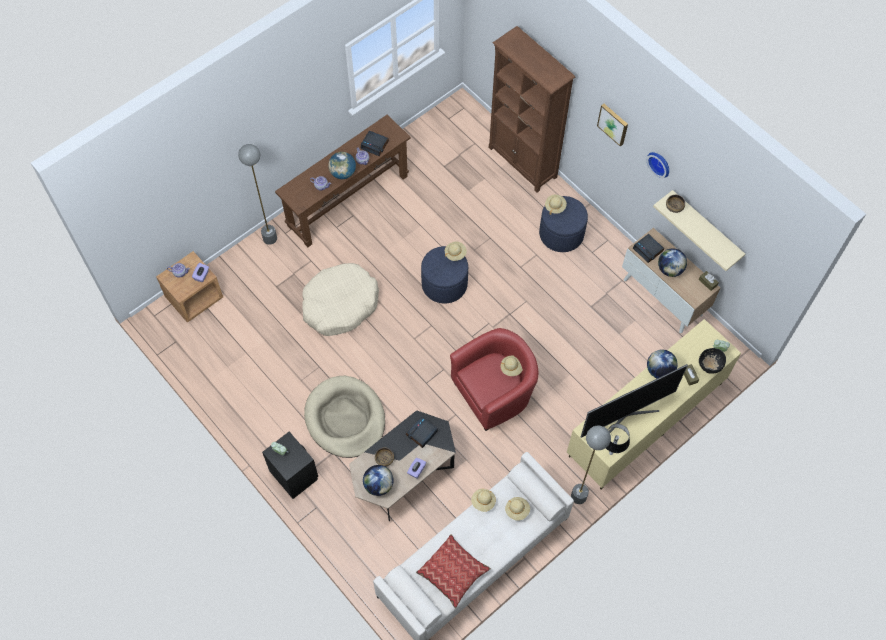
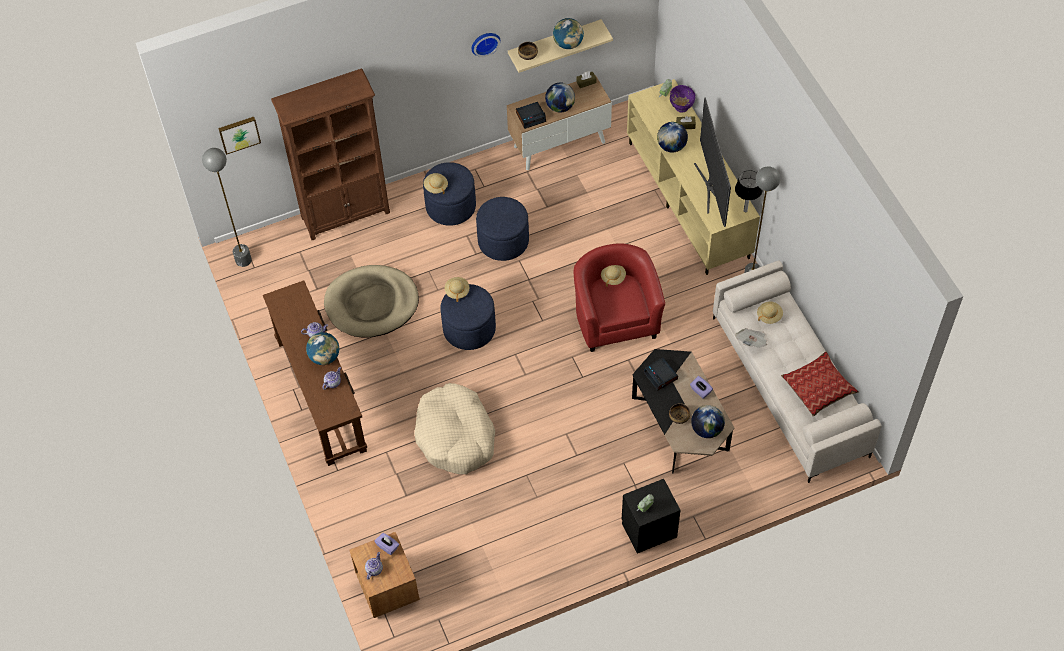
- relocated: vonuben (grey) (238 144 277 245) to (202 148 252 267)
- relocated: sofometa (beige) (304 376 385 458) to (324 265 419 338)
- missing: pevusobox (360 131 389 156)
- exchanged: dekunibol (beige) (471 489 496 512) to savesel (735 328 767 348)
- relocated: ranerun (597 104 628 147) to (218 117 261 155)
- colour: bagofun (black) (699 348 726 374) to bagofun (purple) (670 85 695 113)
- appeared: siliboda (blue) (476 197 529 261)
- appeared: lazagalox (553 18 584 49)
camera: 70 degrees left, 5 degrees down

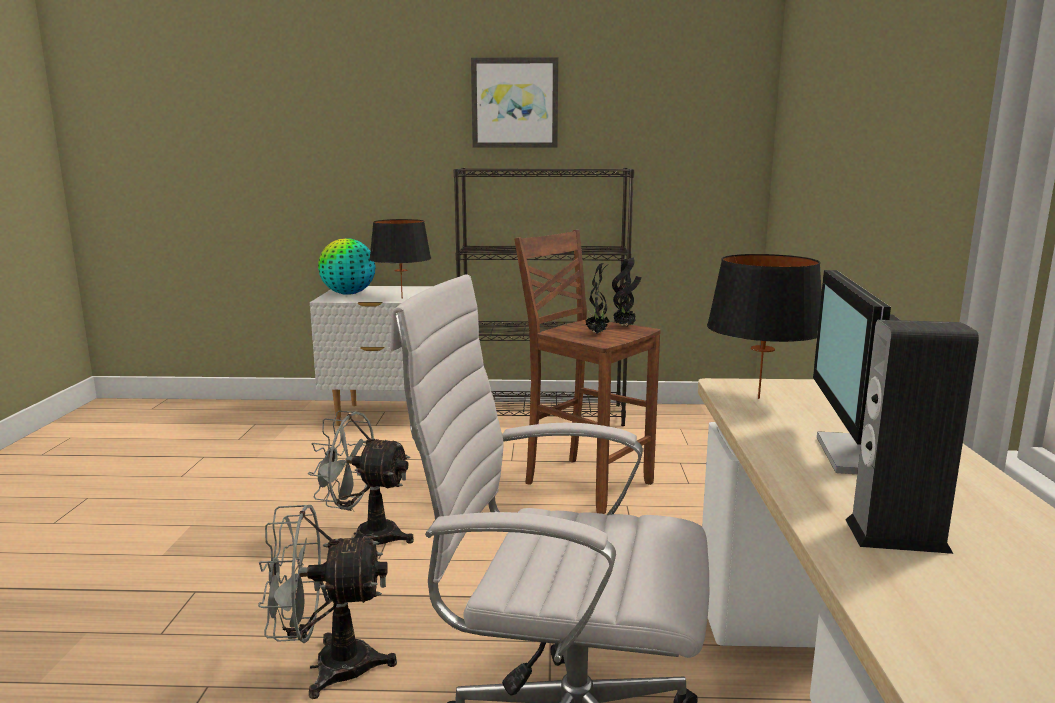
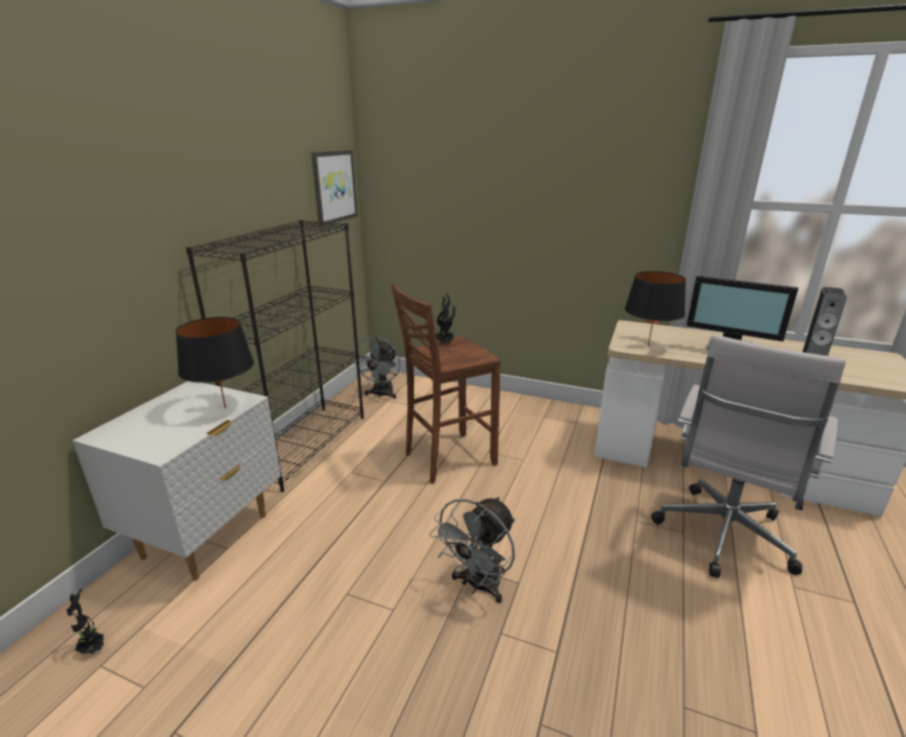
- relocated: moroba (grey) (258 505 397 699) to (350 337 401 399)
- missing: lazagalox (318 238 376 295)
- relocated: ranerun (471 57 558 148) to (311 150 358 226)
- relocated: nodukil (585 263 610 334) to (67 589 107 654)
camera: 70 degrees left, 10 degrees up

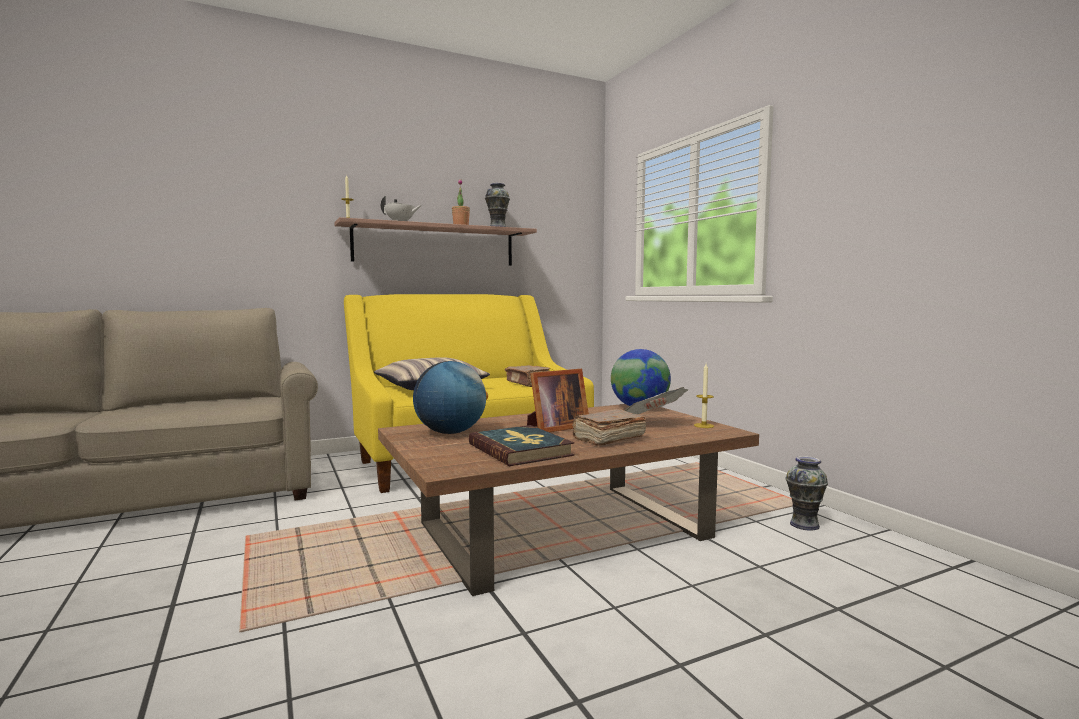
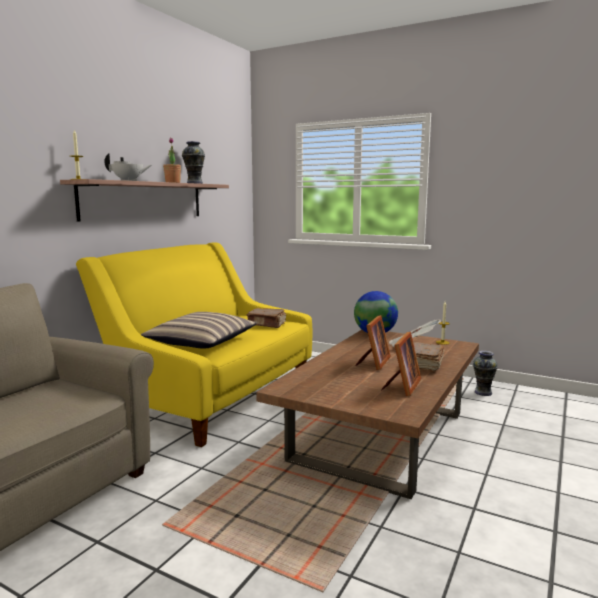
- missing: lazagalox (413 361 488 434)
- exchanged: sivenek (469 425 574 466) to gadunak (381 332 421 396)
camera: 35 degrees left, 5 degrees up

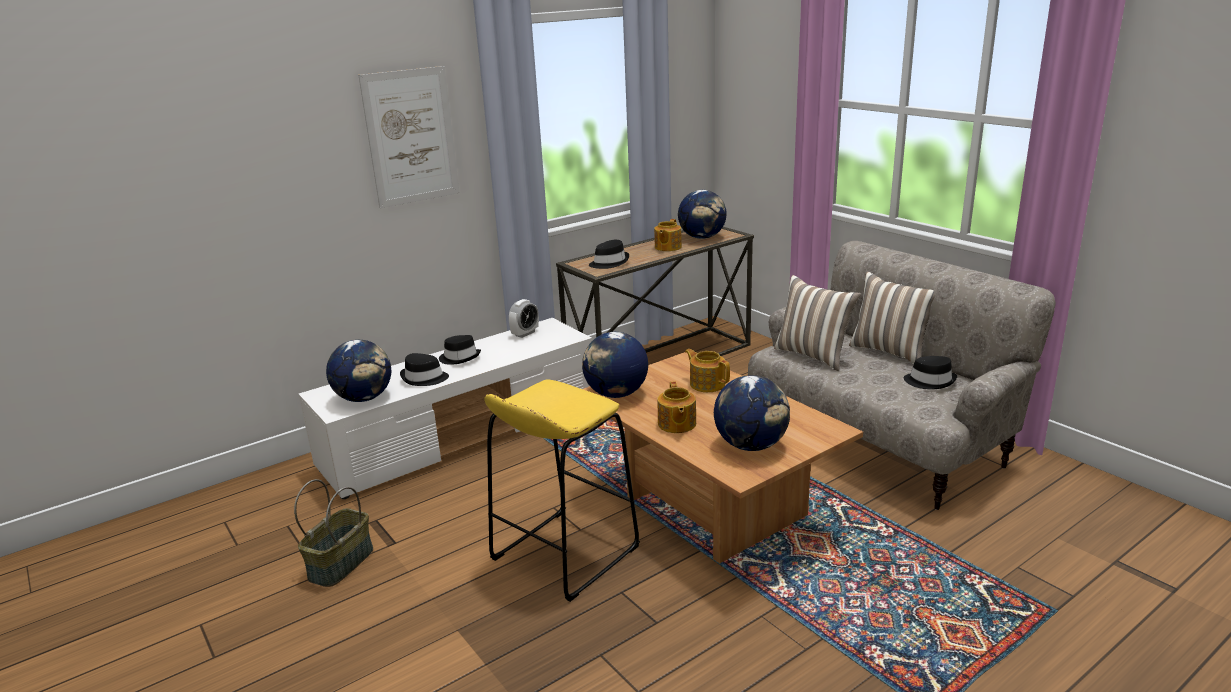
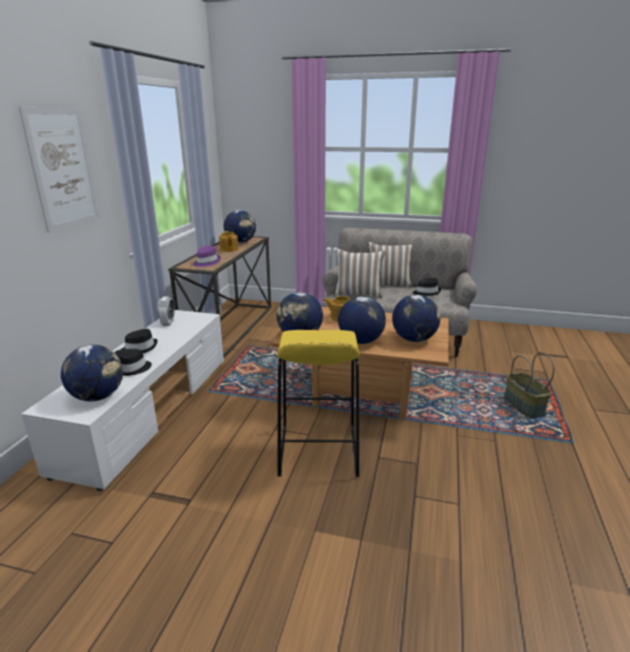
- relocated: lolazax (294 479 373 587) to (504 352 554 418)
- colour: dekunibol (black) (589 240 629 269) to dekunibol (purple) (193 246 221 267)
- exchanged: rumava (657 381 696 433) to lazagalox (338 296 386 344)
camera: 40 degrees left, 0 degrees up

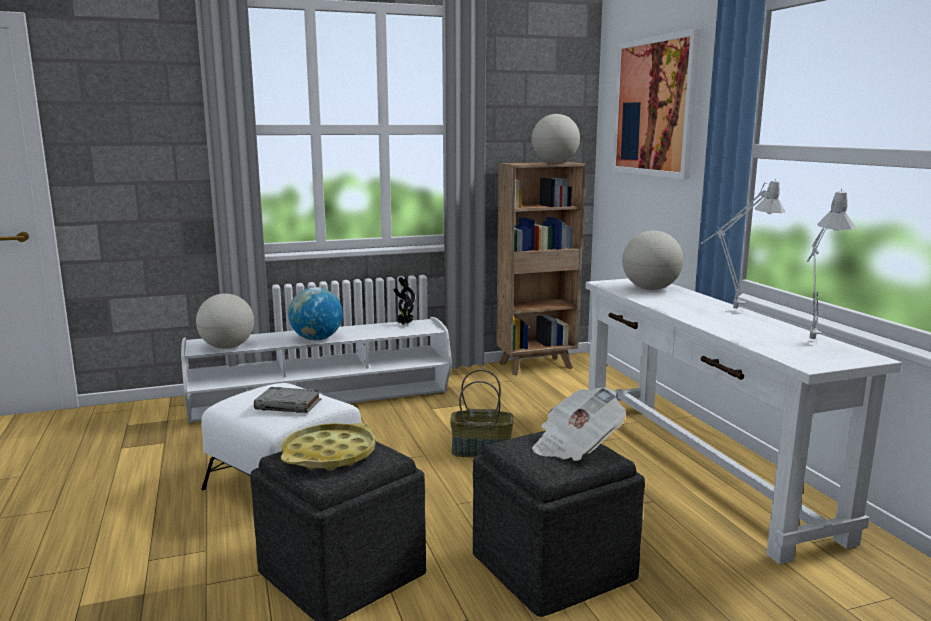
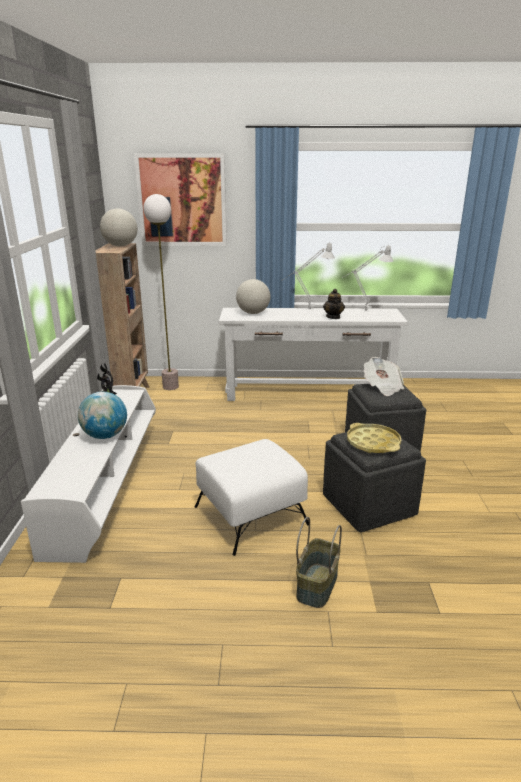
- missing: lazagalox (196 293 254 349)
- missing: sivenek (grey) (254 387 321 413)
- relocated: lolazax (450 369 514 457) to (296 517 342 608)
- appeared: vonuben (143 194 179 390)
- appeared: rumava (323 289 345 319)
camera: 70 degrees left, 10 degrees up

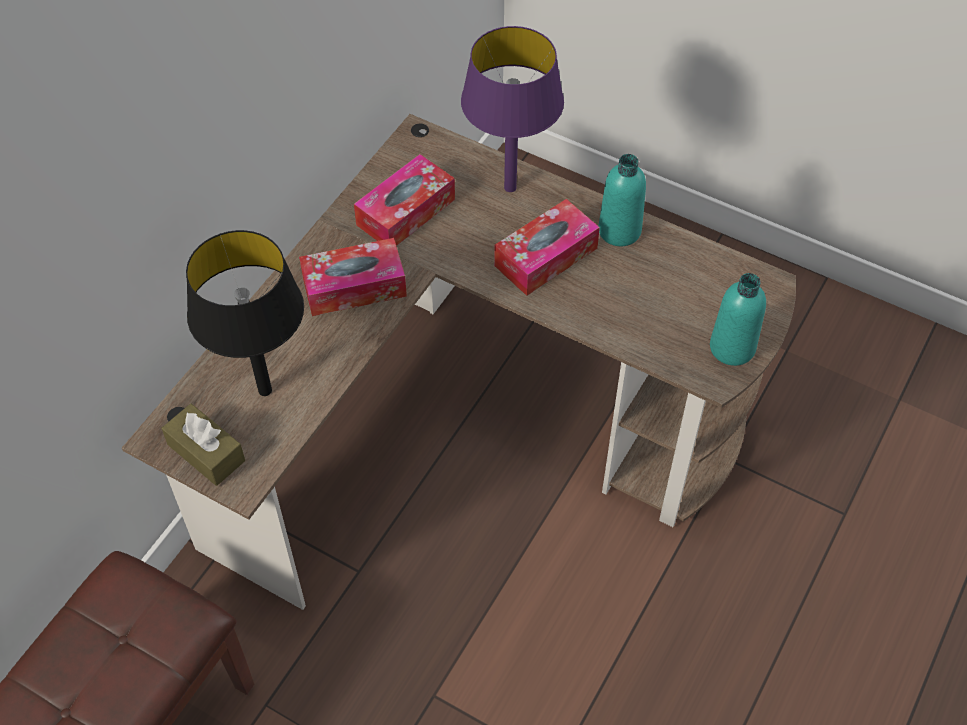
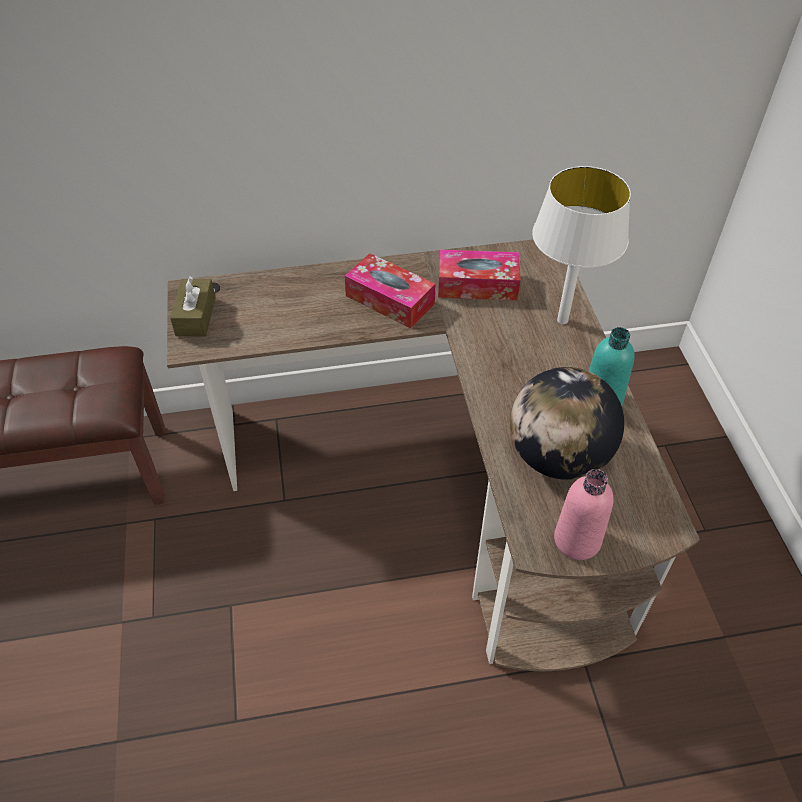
- missing: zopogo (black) (186 230 304 396)
- colour: zopogo (purple) (461 26 564 192) to zopogo (white) (532 166 631 324)
- missing: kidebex (494 199 600 296)
- colour: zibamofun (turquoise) (710 273 766 366) to zibamofun (pink) (554 469 613 560)
- appeared: lazagalox (510 367 624 480)
camera: 50 degrees right, 5 degrees down

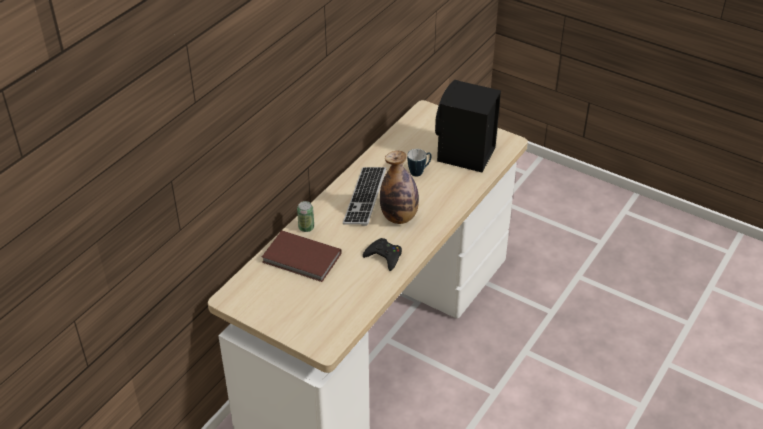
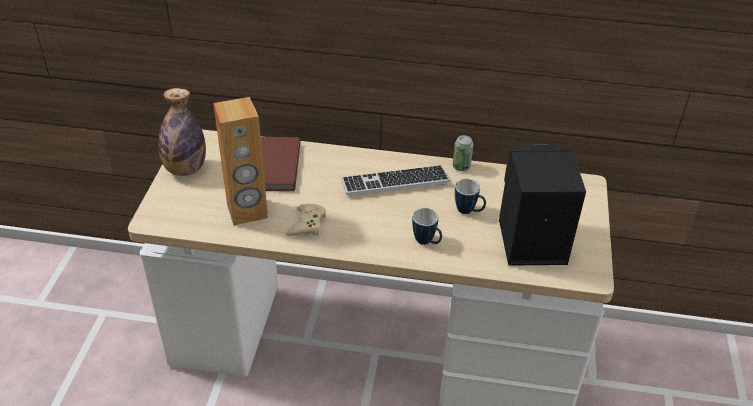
- relocated: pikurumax (297 201 314 232) to (453 135 473 171)
- colour: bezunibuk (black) (363 238 402 271) to bezunibuk (beige) (286 204 326 236)
- relocated: zibamofun (380 151 419 224) to (158 88 206 176)
- appeared: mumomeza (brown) (213 97 268 225)
- appeared: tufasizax (412 208 442 245)
camera: 65 degrees right, 0 degrees up

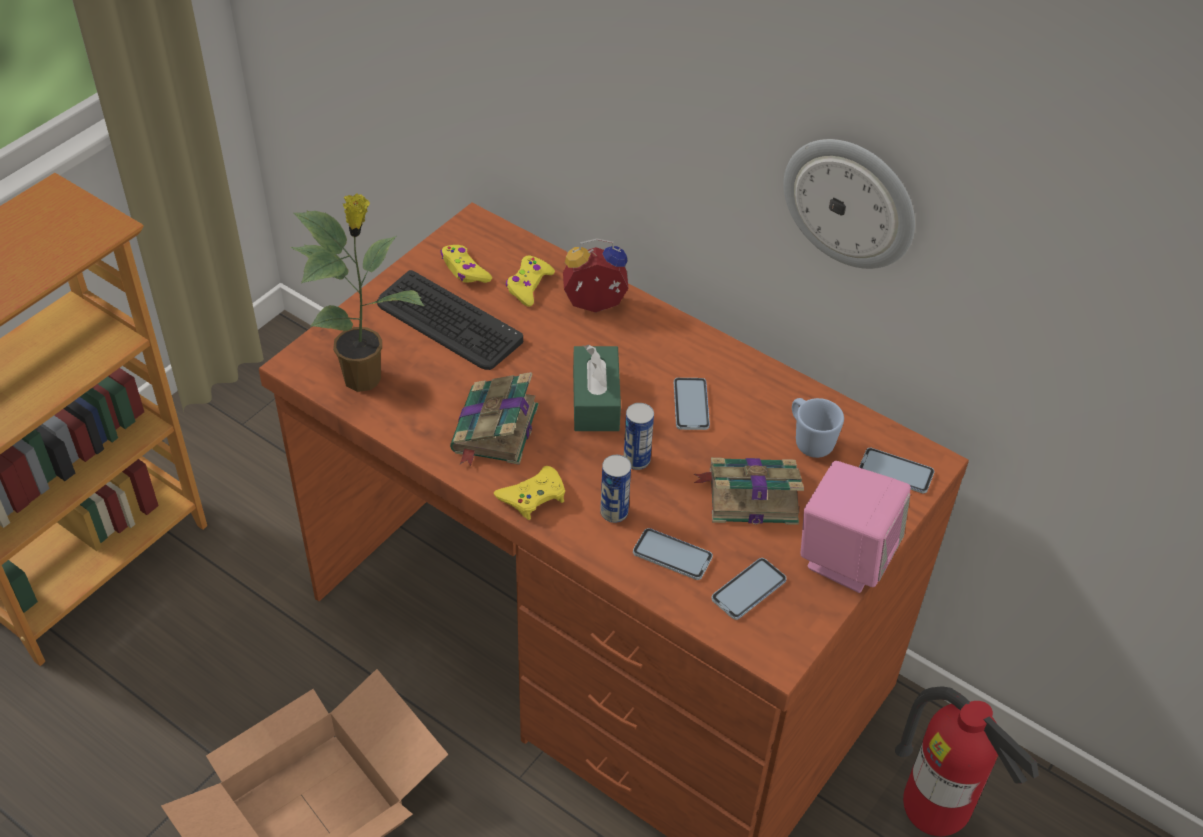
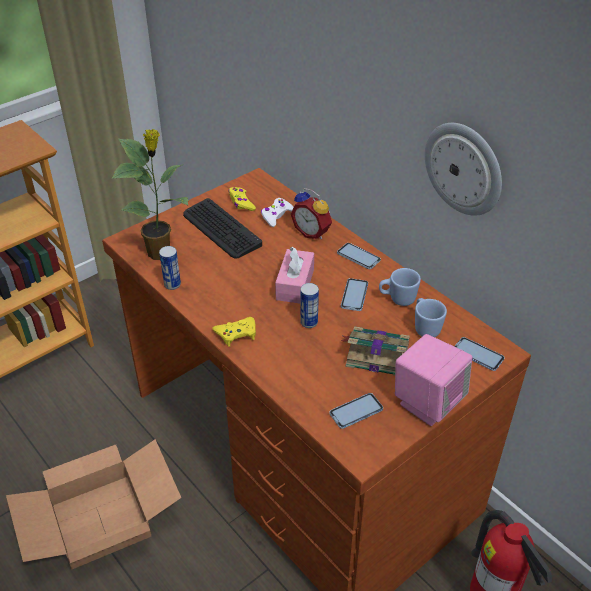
- missing: sivenek (450 372 539 466)
- colour: bezunibuk (yellow) (505 255 555 307) to bezunibuk (white) (261 198 294 227)
- spun: pevusobox (563 239 628 312) = (291 188 332 239) 150 degrees counterclockwise
- colour: kidebex (green) (573 345 621 431) to kidebex (pink) (275 247 314 304)
- relocated: pikurumax (600 455 631 523) to (159 246 181 290)
- relocated: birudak (633 528 713 580) to (337 243 381 269)
- appeared: tufasizax (blue) (379 268 421 306)
camera: 15 degrees right, 5 degrees down

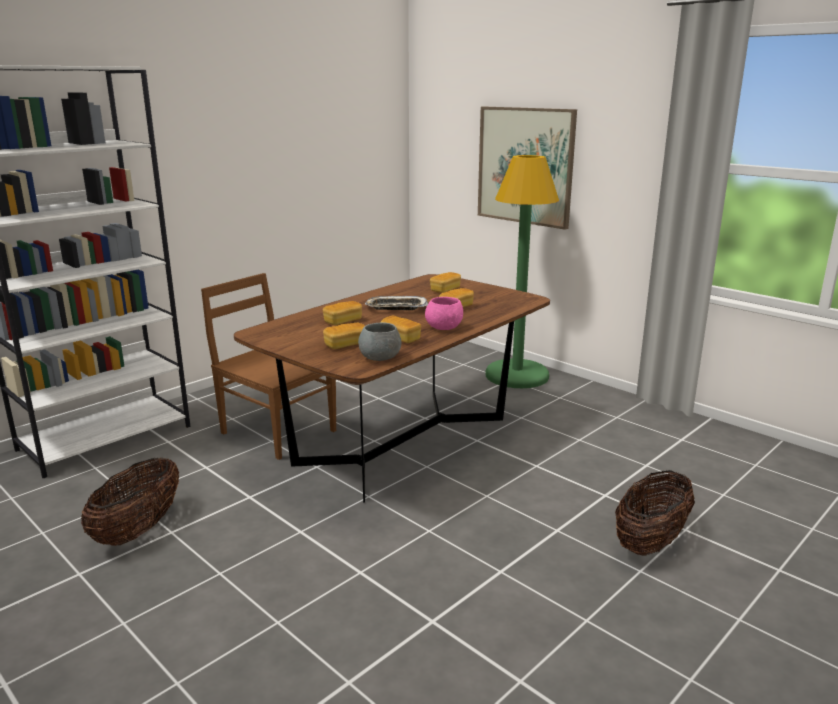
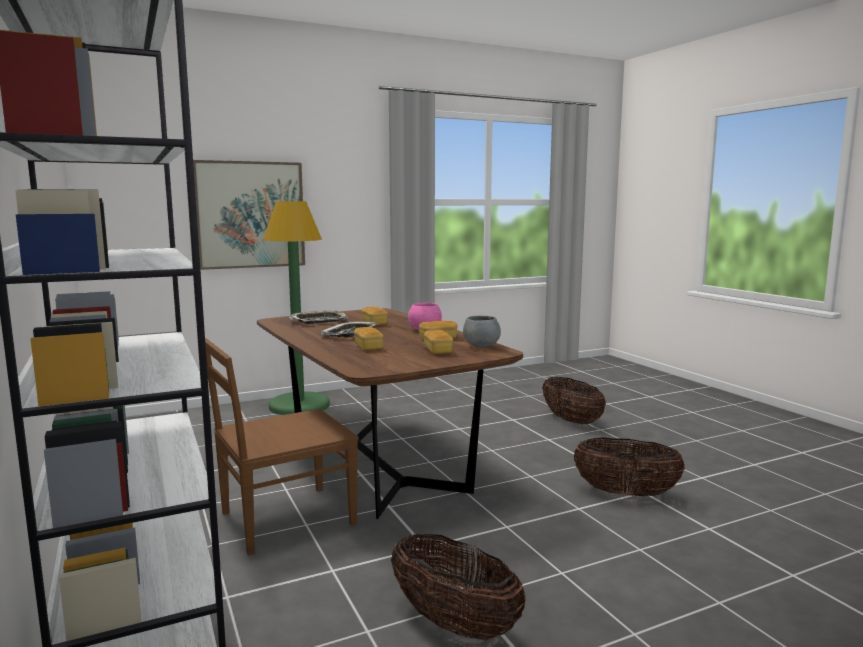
- exchanged: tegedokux (430 272 461 293) to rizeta (289 310 348 324)
- appeared: lolazax (574 437 685 496)
camera: 70 degrees left, 10 degrees down

